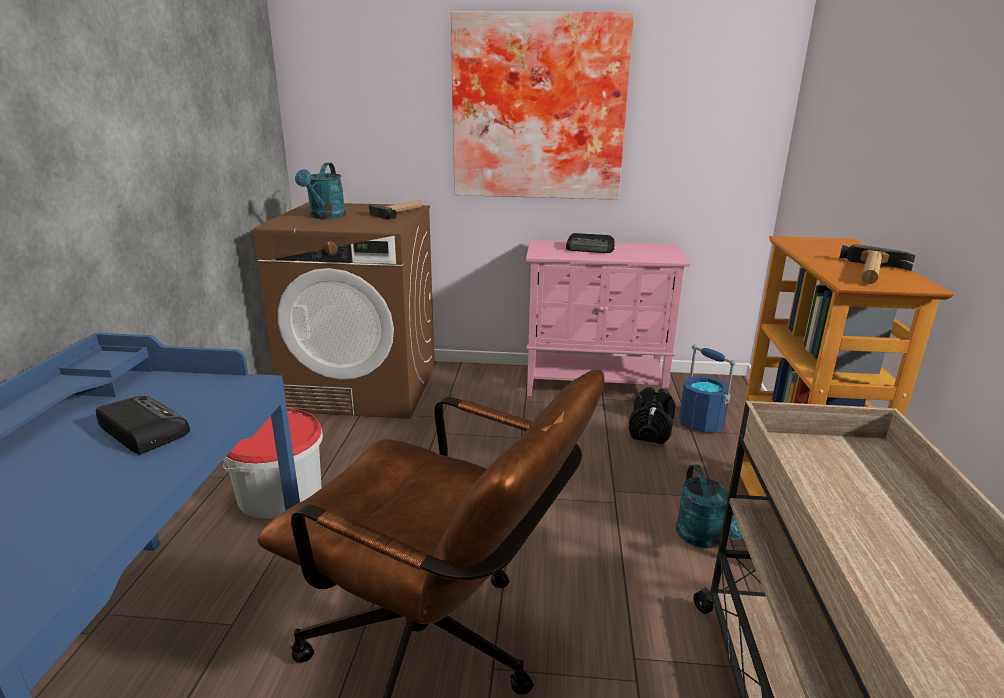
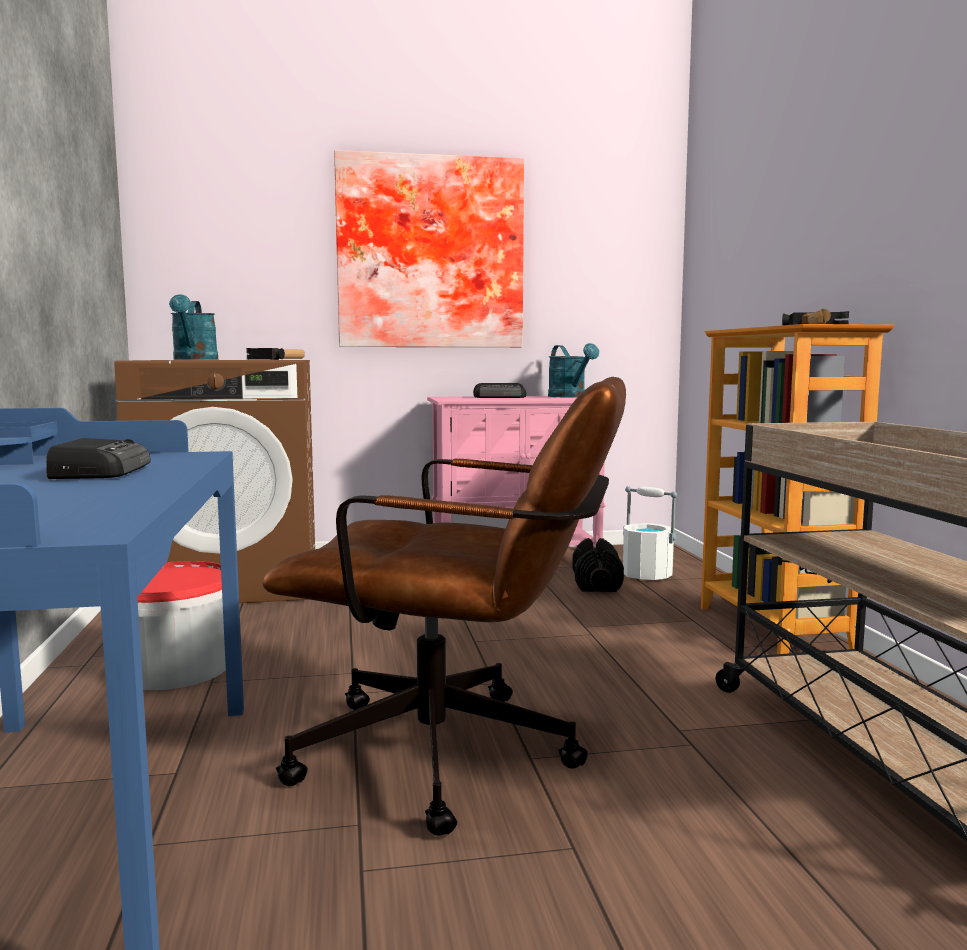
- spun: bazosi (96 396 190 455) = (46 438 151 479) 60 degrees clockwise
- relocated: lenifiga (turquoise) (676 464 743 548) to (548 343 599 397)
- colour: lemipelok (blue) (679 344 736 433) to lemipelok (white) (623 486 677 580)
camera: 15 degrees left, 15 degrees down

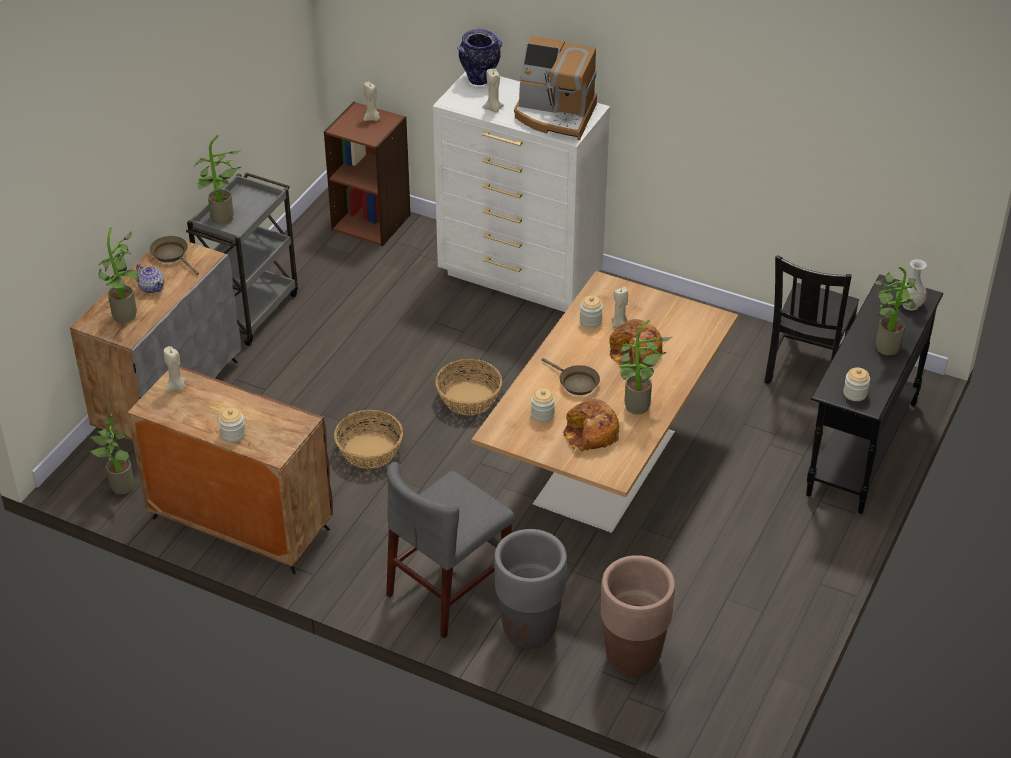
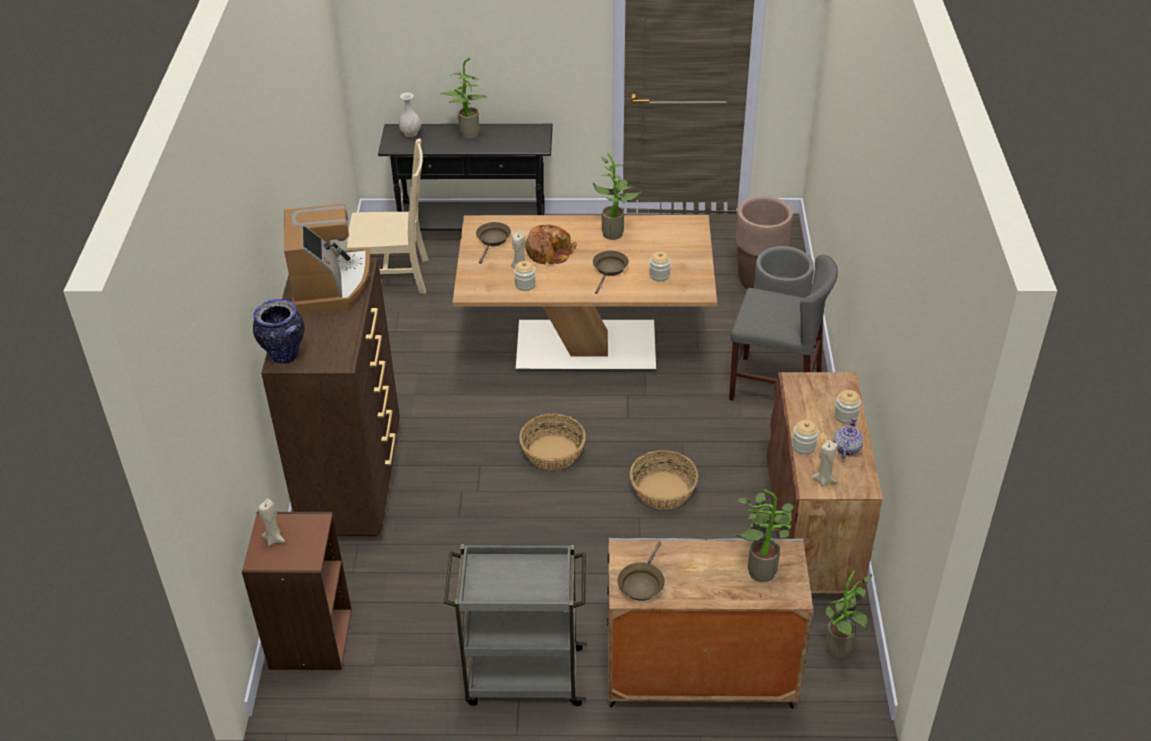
- relocated: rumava (136 264 164 293) to (833 417 863 458)
- missing: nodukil (195 134 241 225)
- colour: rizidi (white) (433 71 610 312) to rizidi (brown) (261 258 400 536)
- missing: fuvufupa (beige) (482 69 504 113)
- missing: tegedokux (563 399 619 452)
- colour: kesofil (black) (764 255 859 384) to kesofil (beige) (347 138 429 294)
- relocated: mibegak (843 367 870 401) to (792 420 819 455)
- appeared: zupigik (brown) (476 222 511 264)
camera: 115 degrees left, 0 degrees up

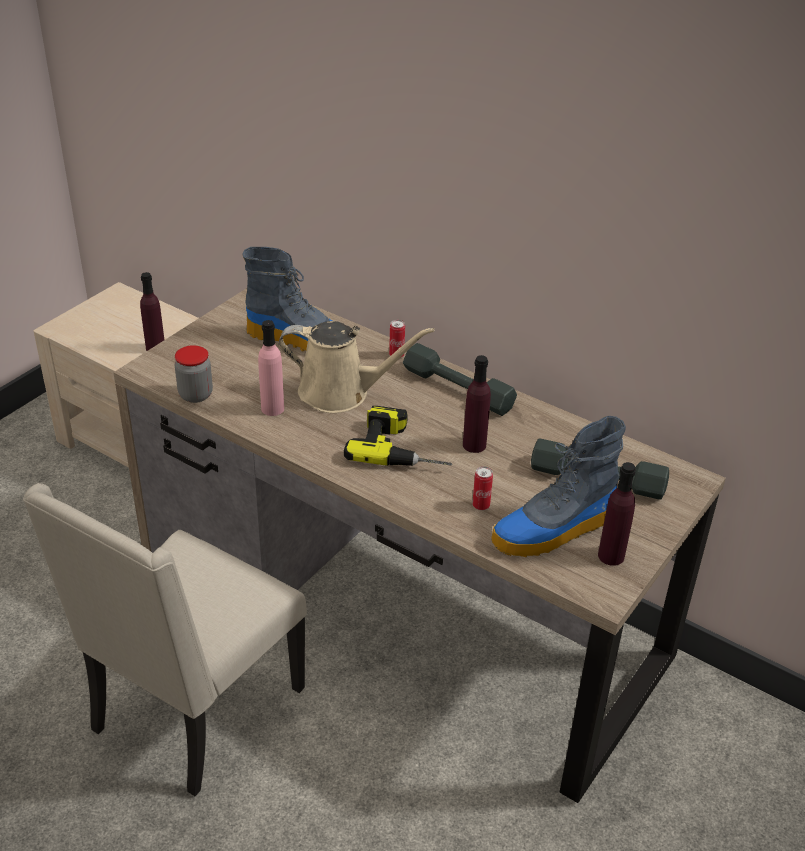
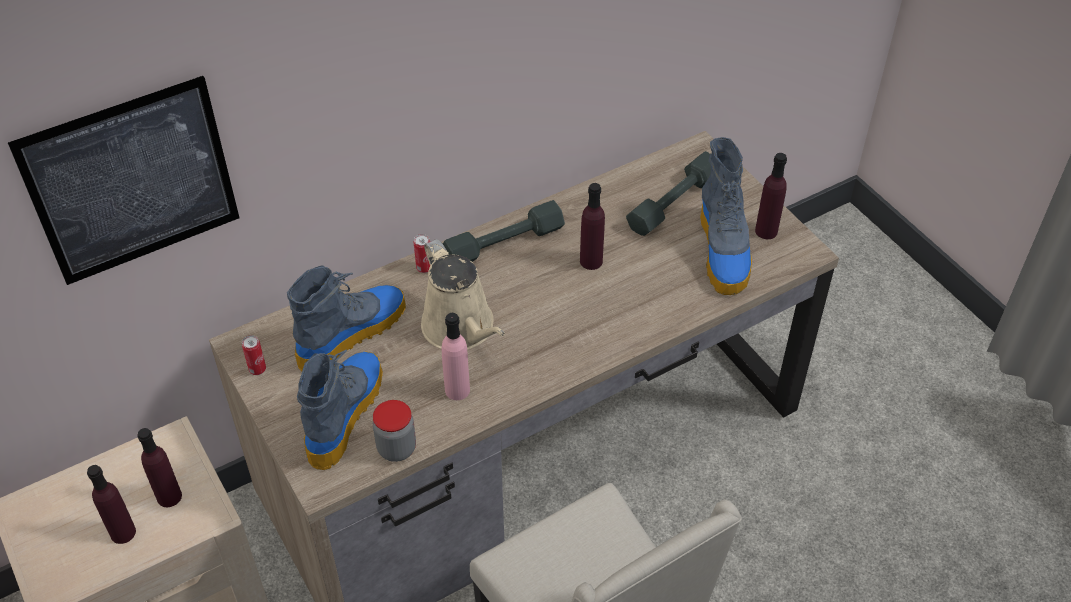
- spun: lenifiga (beige) (278 321 434 413) = (421 239 505 350) 120 degrees clockwise
- missing: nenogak (344 406 452 466)
- relocated: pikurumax (472 466 493 510) to (242 335 266 375)
- appeared: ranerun (8 76 239 285)
- appeared: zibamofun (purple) (87 465 136 544)
- appeared: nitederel (297 349 383 470)
camera: 65 degrees left, 10 degrees up

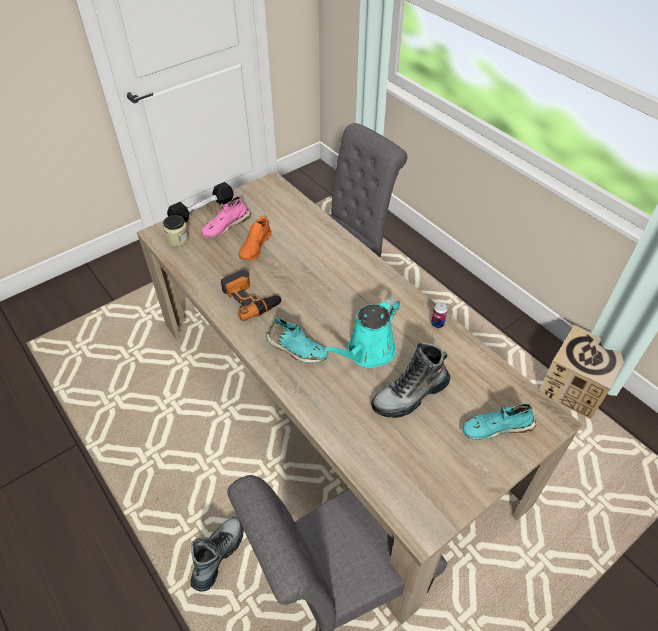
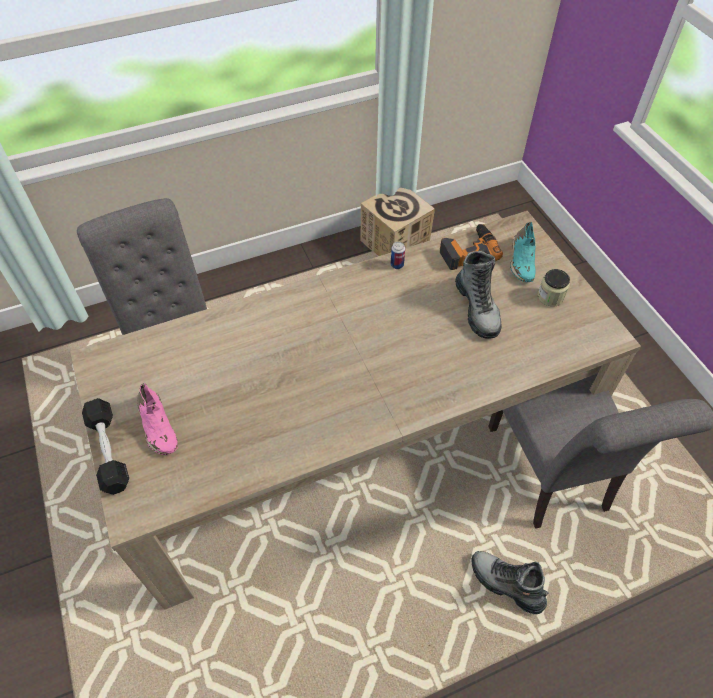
- relocated: mibegak (163 215 189 247) to (537 269 570 306)
- relocated: nenogak (221 270 282 321) to (440 224 503 270)
- missing: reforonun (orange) (239 216 272 260)
- missing: reforonun (turquoise) (266 317 328 364)
- missing: lenifiga (turquoise) (322 297 400 368)
camera: 75 degrees left, 5 degrees up

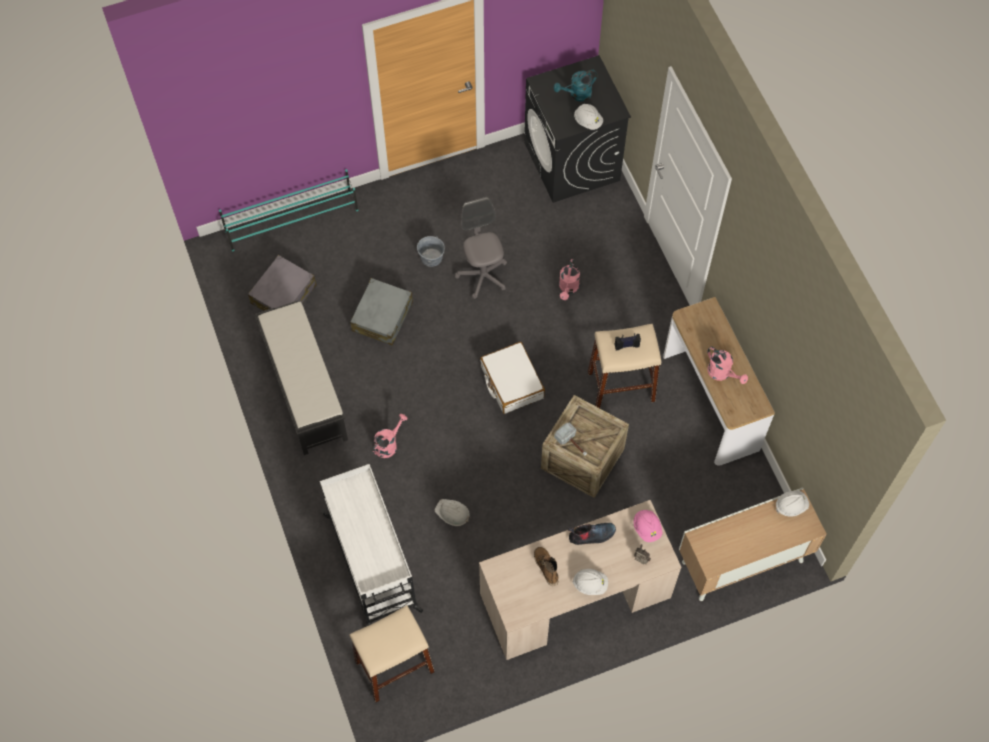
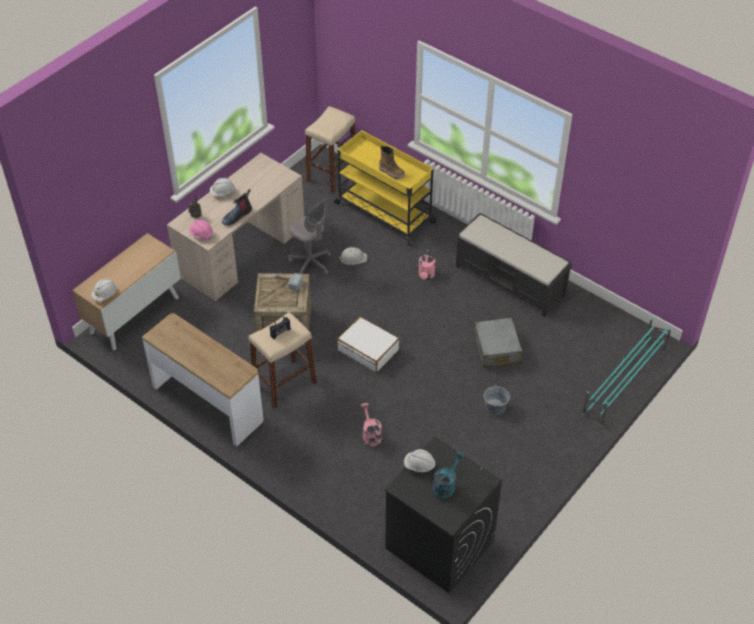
- missing: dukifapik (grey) (248 255 316 311)
- colour: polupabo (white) (320 464 423 626) to polupabo (yellow) (334 130 438 246)
- relocated: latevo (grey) (455 197 507 299) to (288 198 331 275)
- relocated: nitederel (534 547 559 586) to (379 145 405 179)
- missing: lenifiga (pink) (707 347 748 384)
camera: 150 degrees right, 15 degrees down

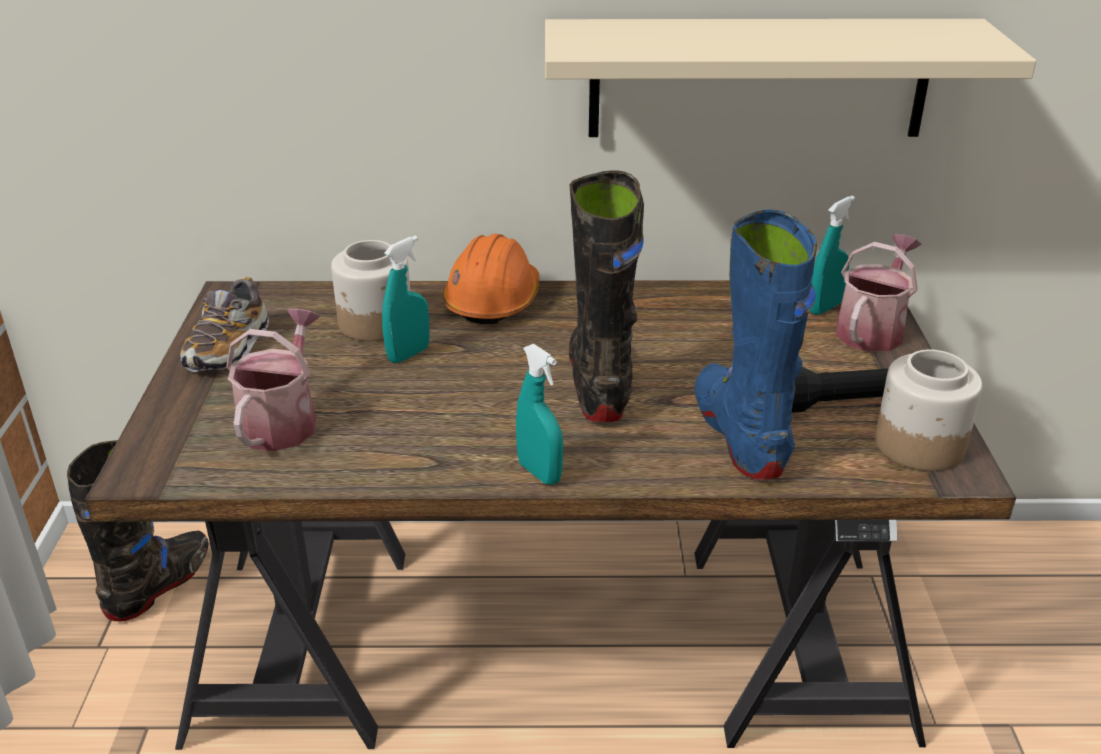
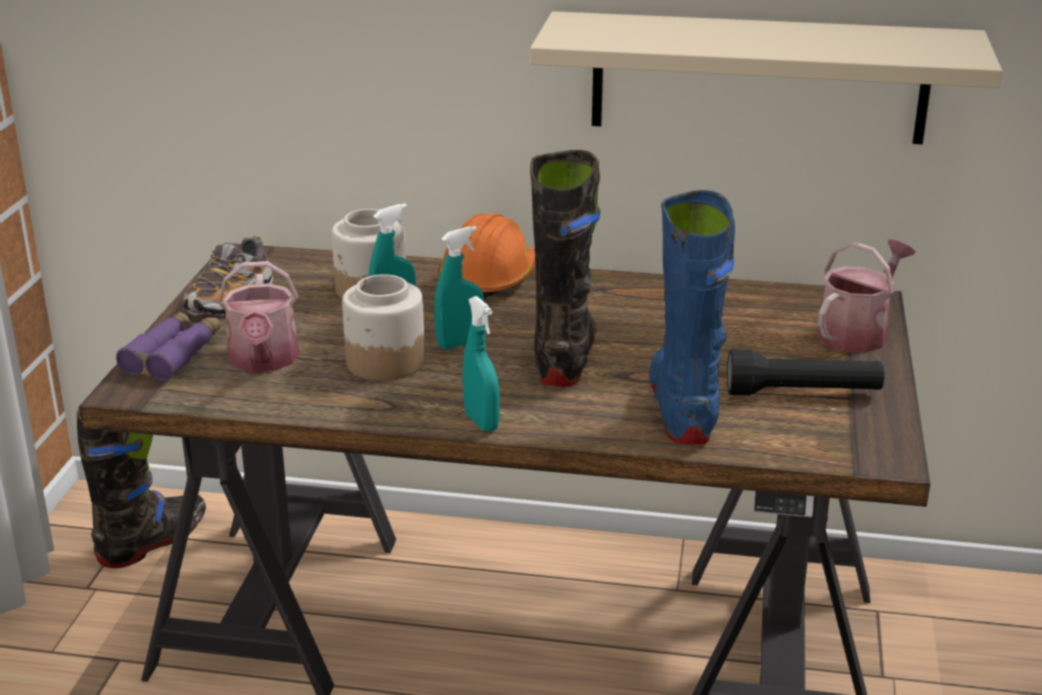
- spun: lenifiga (226 309 320 451) = (218 261 299 373) 150 degrees clockwise
- relocated: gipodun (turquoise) (810 196 855 315) to (434 226 484 349)
- relocated: mibegak (875 349 982 471) to (342 274 425 381)
- appeared: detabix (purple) (116 312 221 381)
camera: 10 degrees right, 5 degrees down

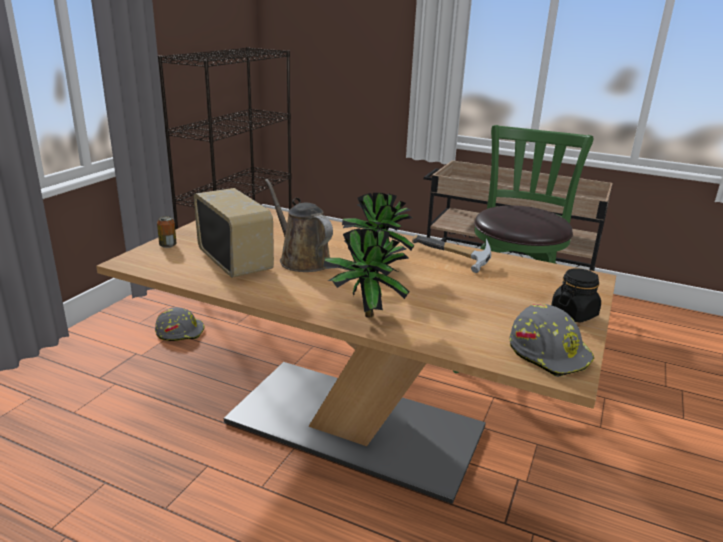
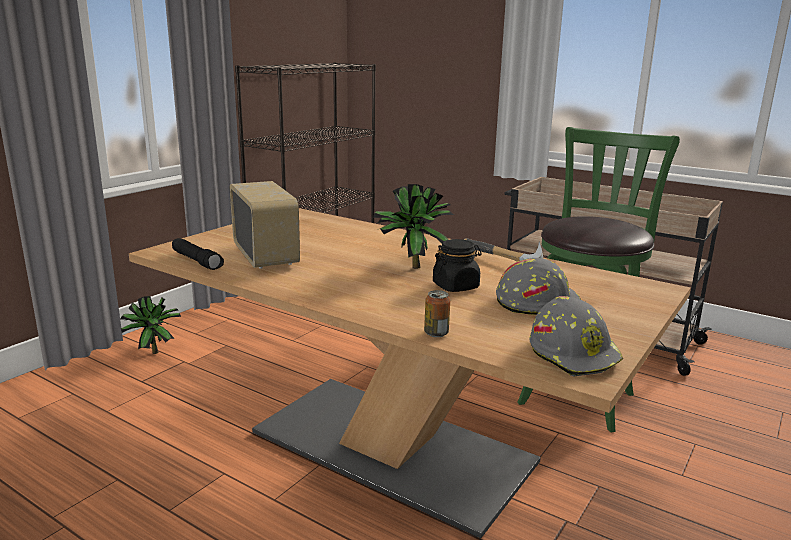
- relocated: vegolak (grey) (155 307 205 341) to (496 258 581 315)
- relocated: pikurumax (157 216 176 248) to (424 290 450 337)
- missing: lenifiga (brown) (265 179 333 272)
- relocated: nodukil (323 228 410 318) to (120 296 181 354)
- relocated: mibegak (black) (551 268 601 323) to (433 239 482 292)
- appeared: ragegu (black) (172 238 224 270)
camera: 10 degrees right, 5 degrees down

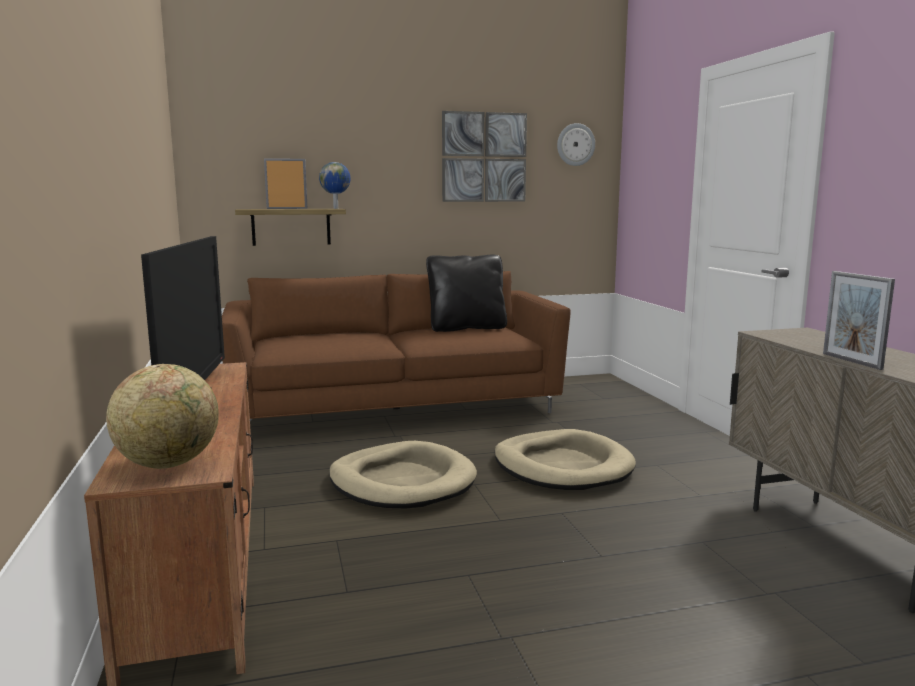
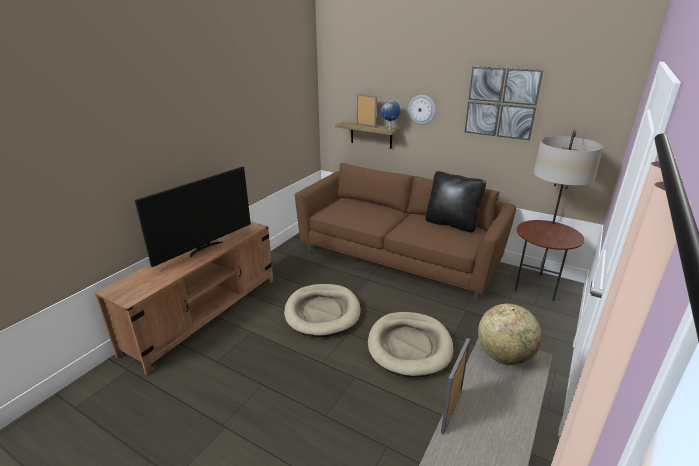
- relocated: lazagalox (106 364 219 469) to (478 304 542 365)
- relocated: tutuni (557 123 595 166) to (408 95 436 125)
- appeared: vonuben (515 129 603 301)
camera: 45 degrees right, 15 degrees up

